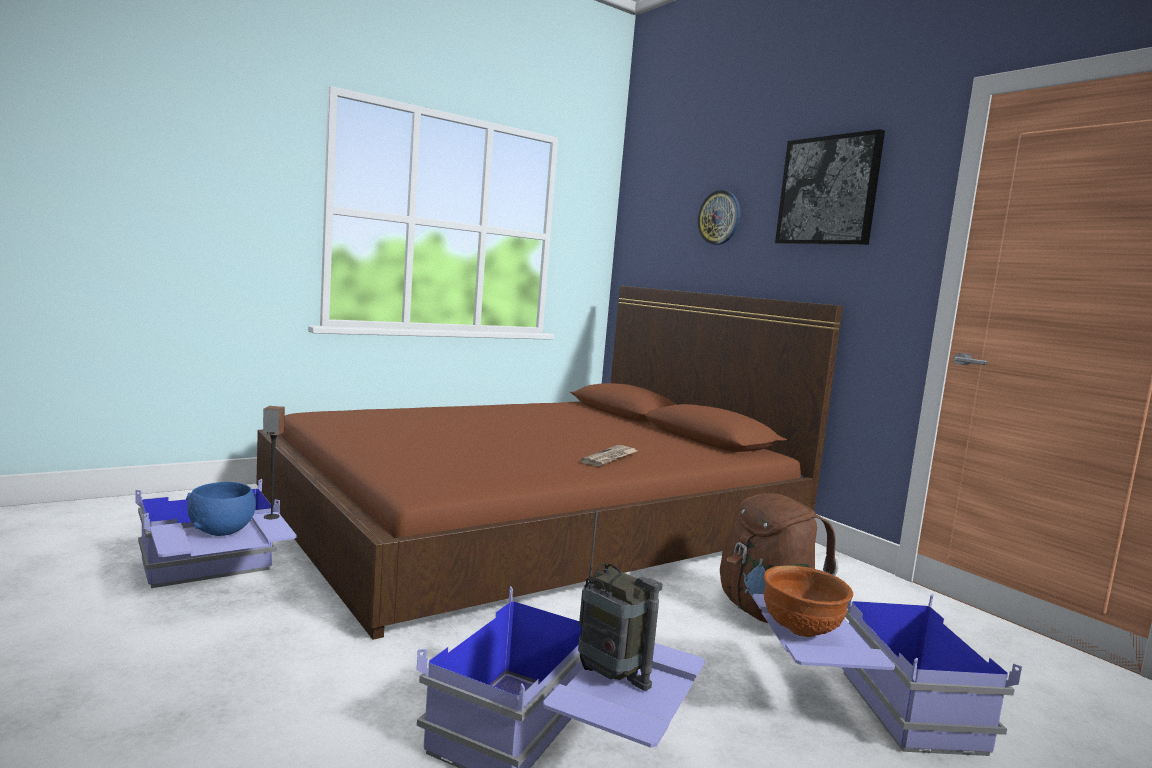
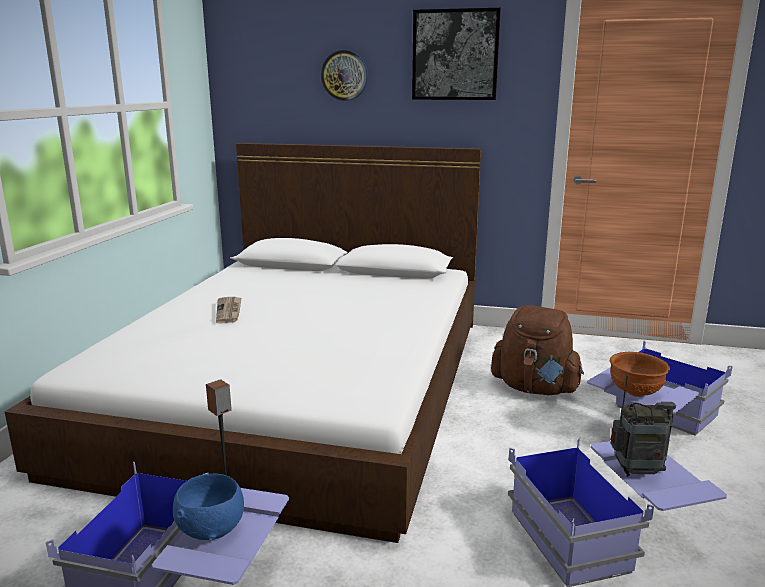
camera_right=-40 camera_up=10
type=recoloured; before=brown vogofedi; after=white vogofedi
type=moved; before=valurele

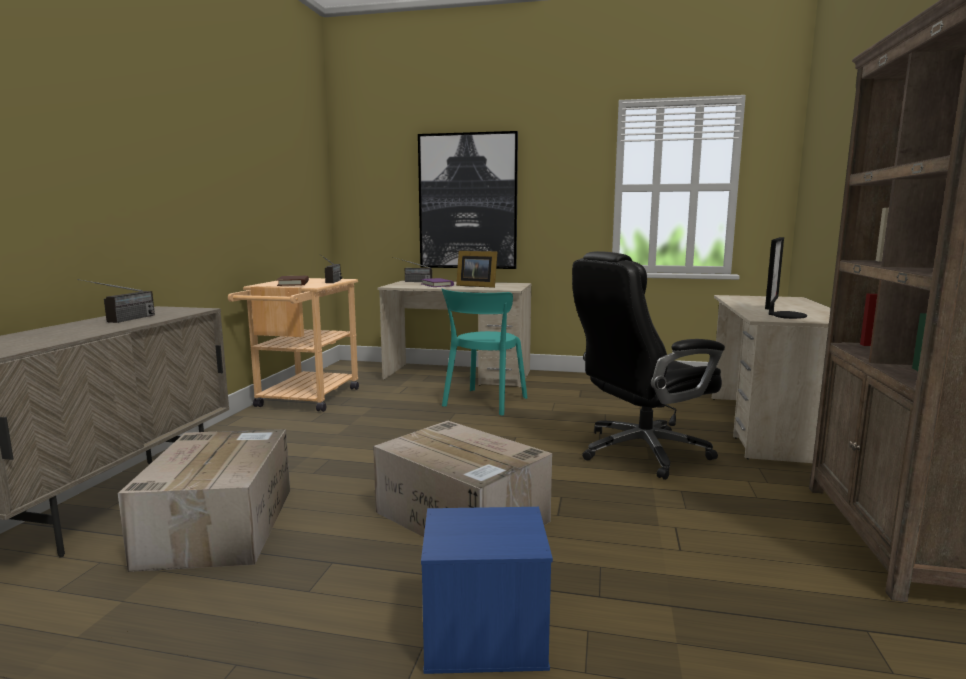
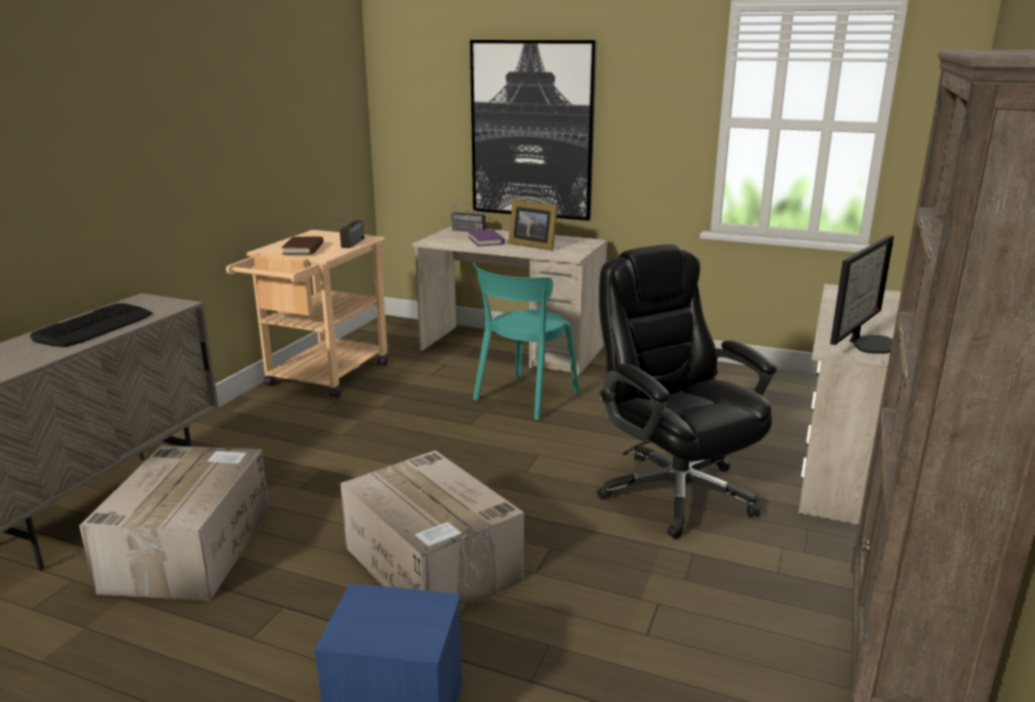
camera_right=10 camera_up=10
type=replaced; before=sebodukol (1st from left); after=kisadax
type=turned; before=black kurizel; turn=75

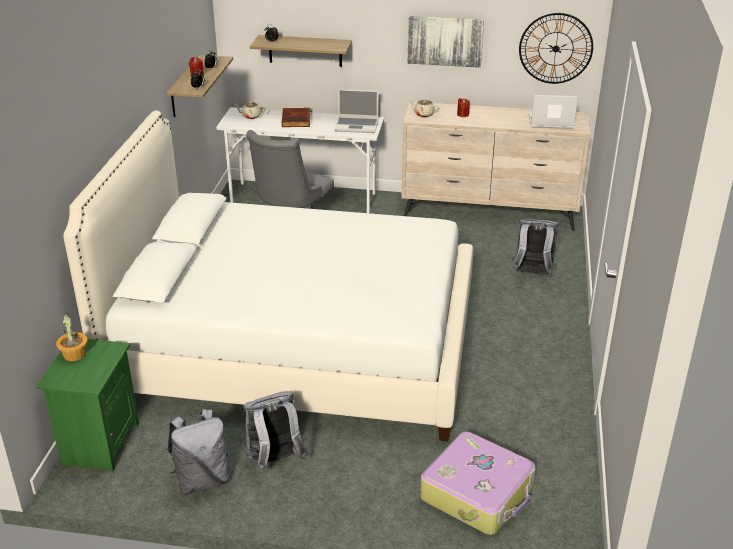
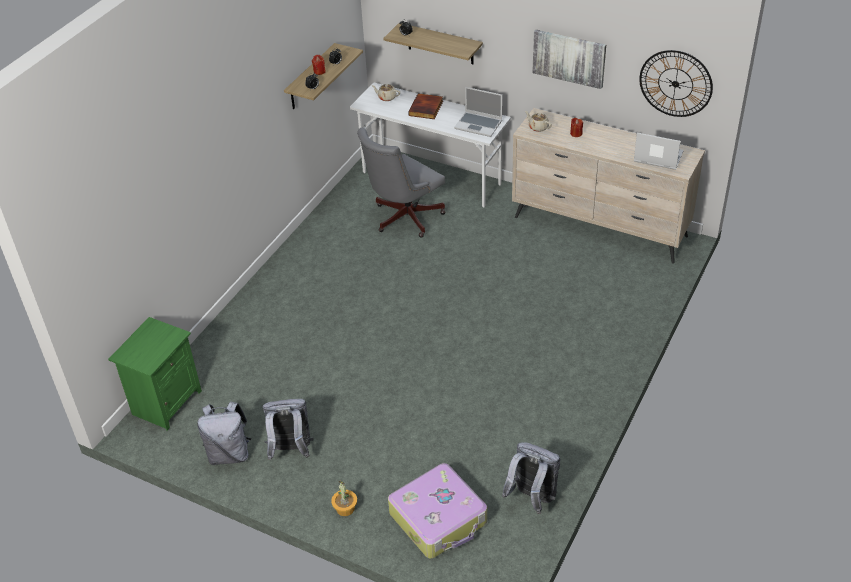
camera_right=20 camera_up=10
type=moved; before=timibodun
type=moved; before=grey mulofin (3rd from left)
type=removed; before=white vogofedi

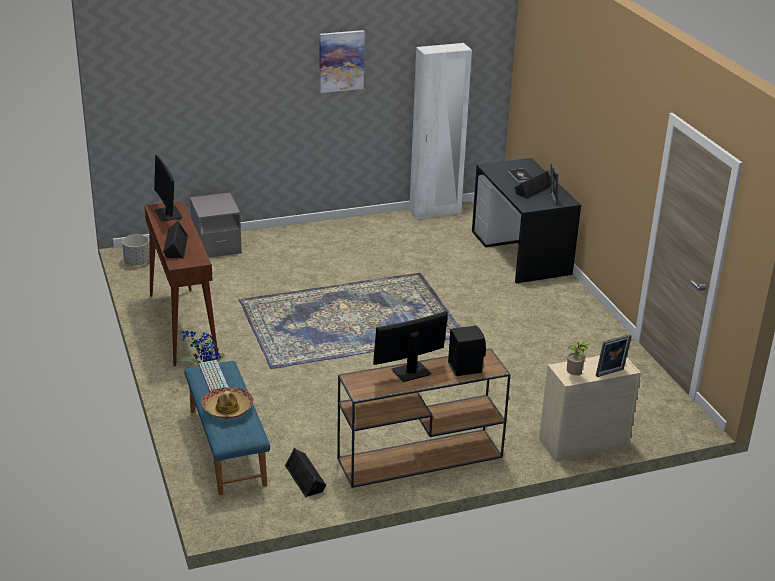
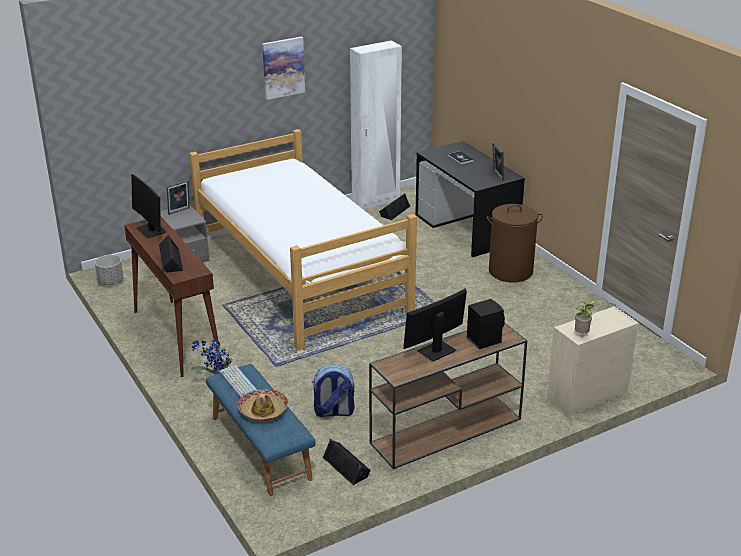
camera_right=-10 camera_up=0
type=moved; before=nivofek (2nd from left in the first image); after=nivofek (1st from left)
type=added; after=vogofedi
type=added; after=mulofin
type=moved; before=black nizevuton (4th from left in the first image); after=black nizevuton (3rd from left)
type=added; after=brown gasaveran

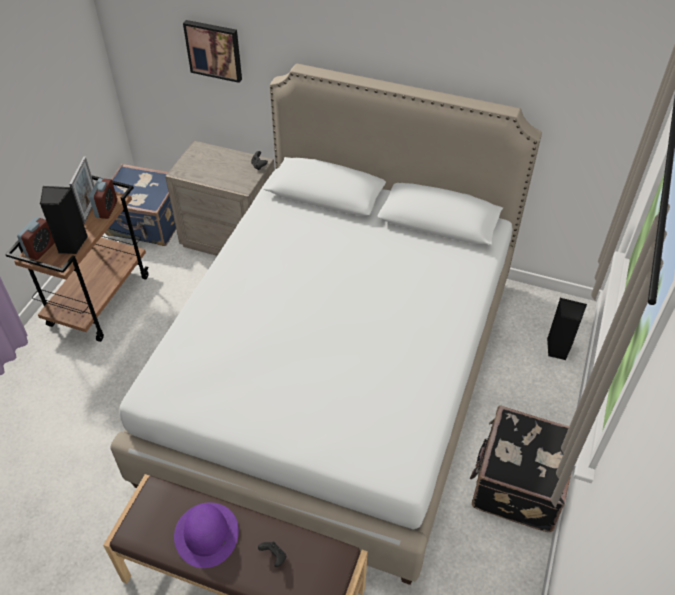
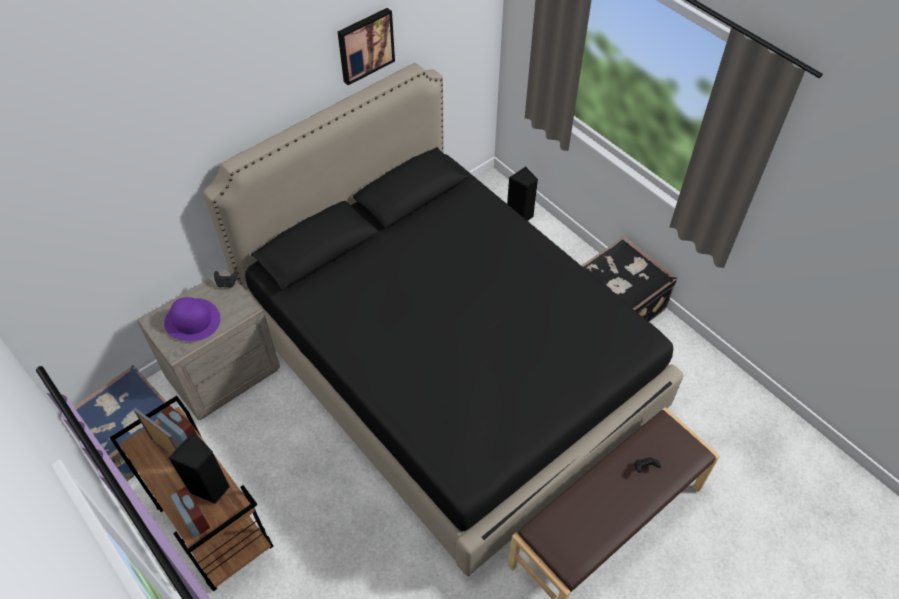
camera_right=-60 camera_up=5
type=moved; before=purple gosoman
type=recoloured; before=white vogofedi; after=black vogofedi
type=moved; before=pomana

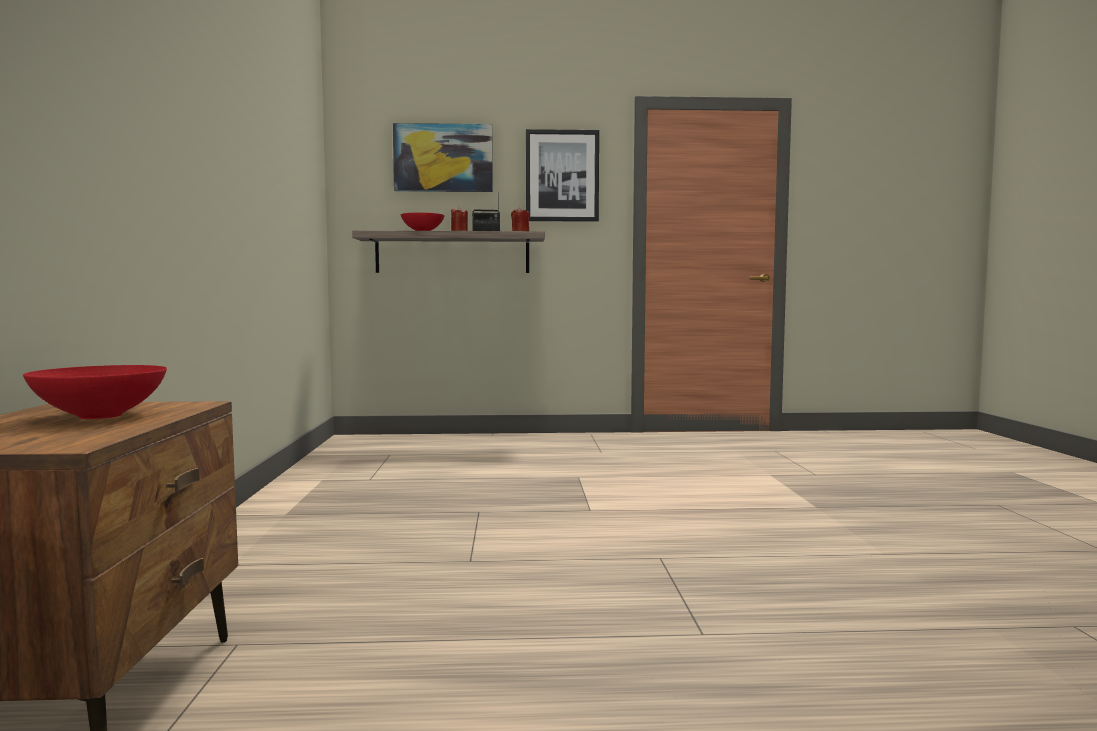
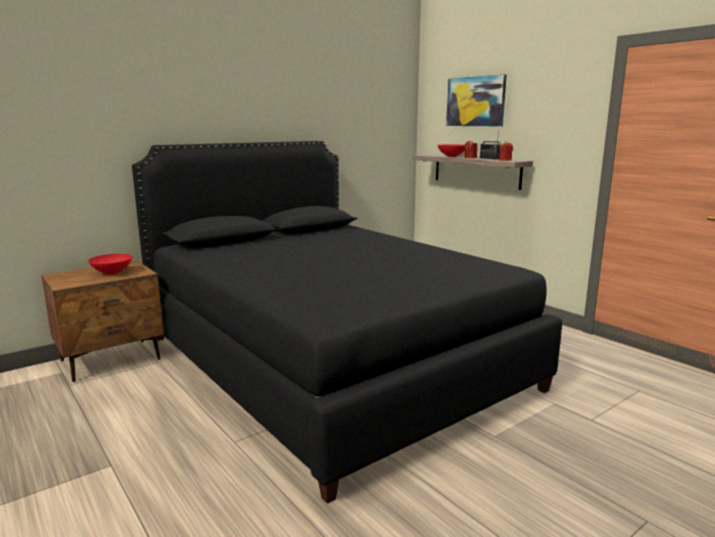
camera_right=55 camera_up=10
type=added; after=black vogofedi
type=removed; before=pomana (2nd from left)

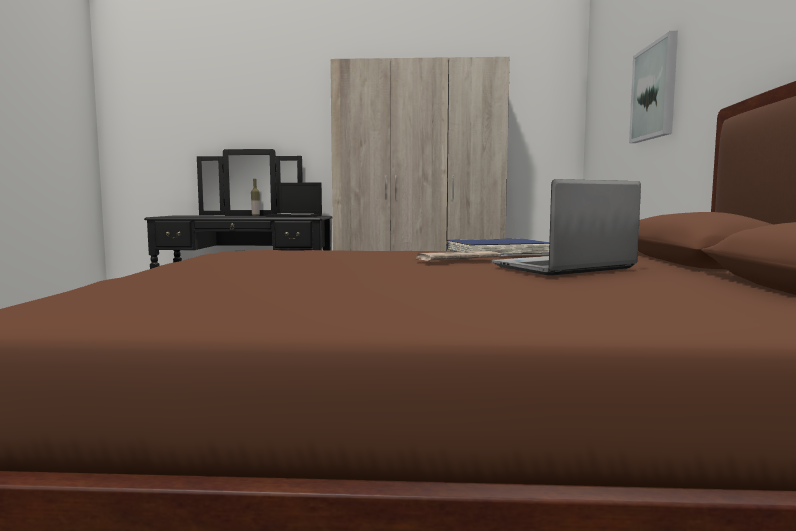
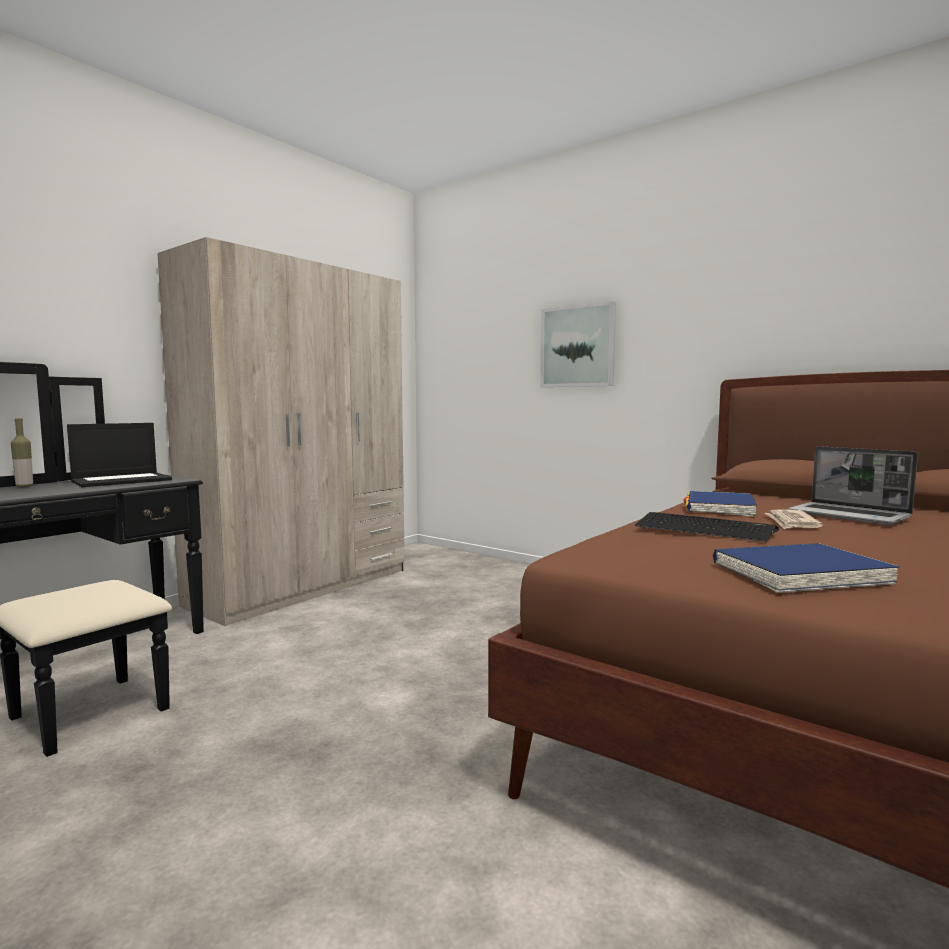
camera_right=-55 camera_up=0
type=added; after=kisadax
type=added; after=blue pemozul (2nd from left)
type=turned; before=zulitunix (2nd from left); turn=-45

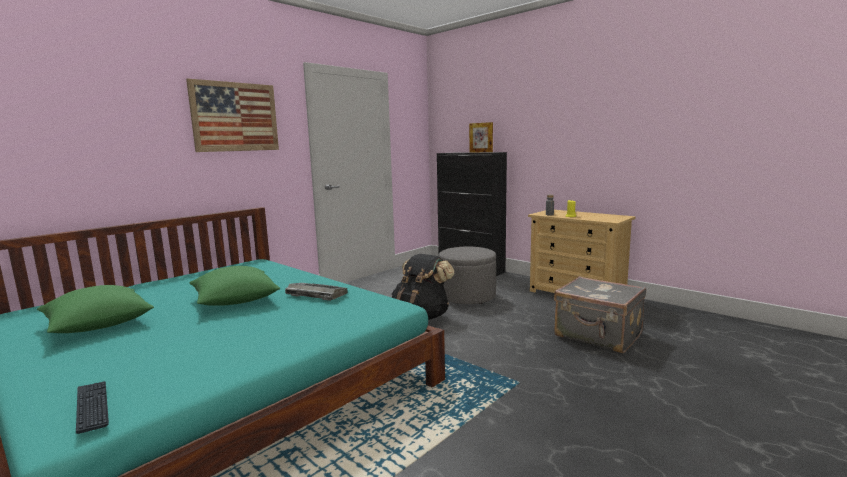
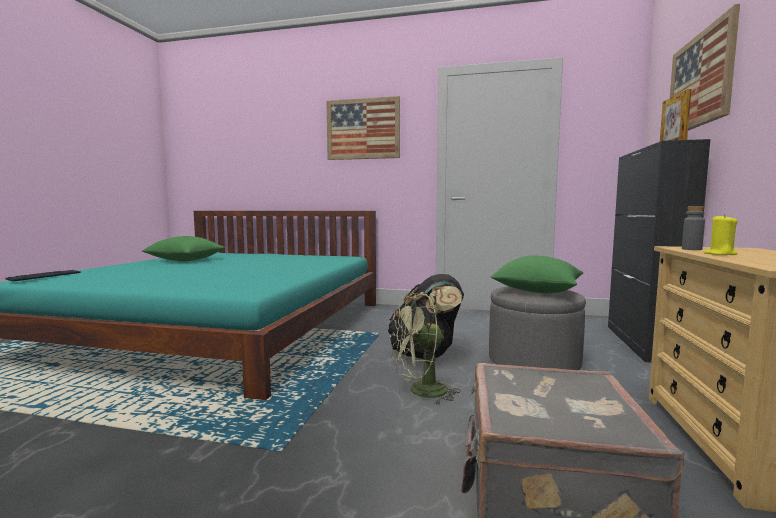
camera_right=60 camera_up=-5
type=added; after=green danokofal
type=moved; before=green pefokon (2nd from left)
type=added; after=pomana (2nd from left)
type=removed; before=kisadax (2nd from left)

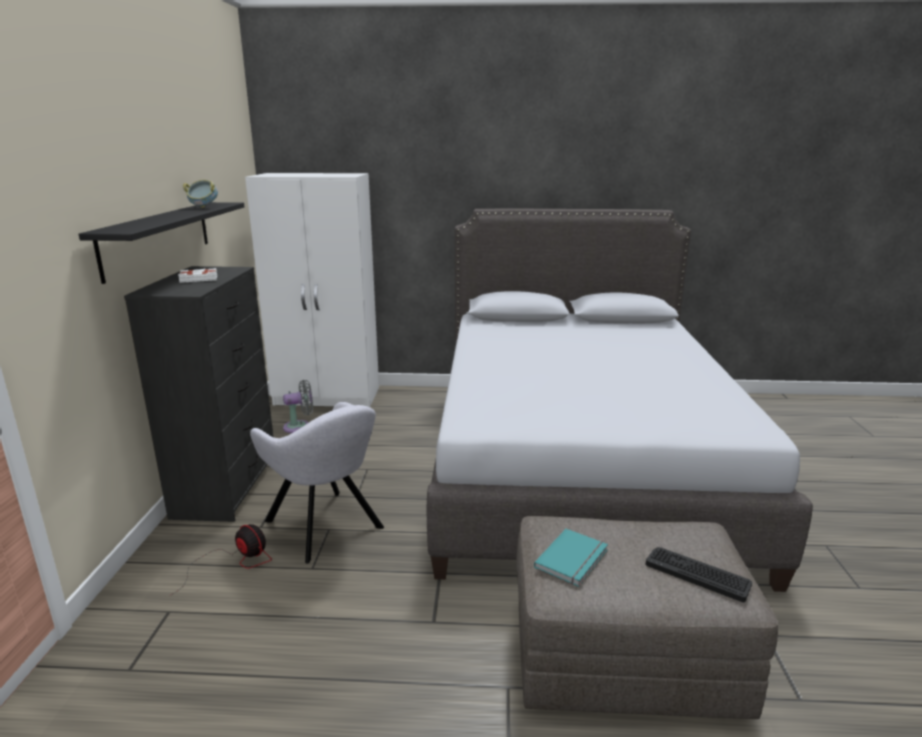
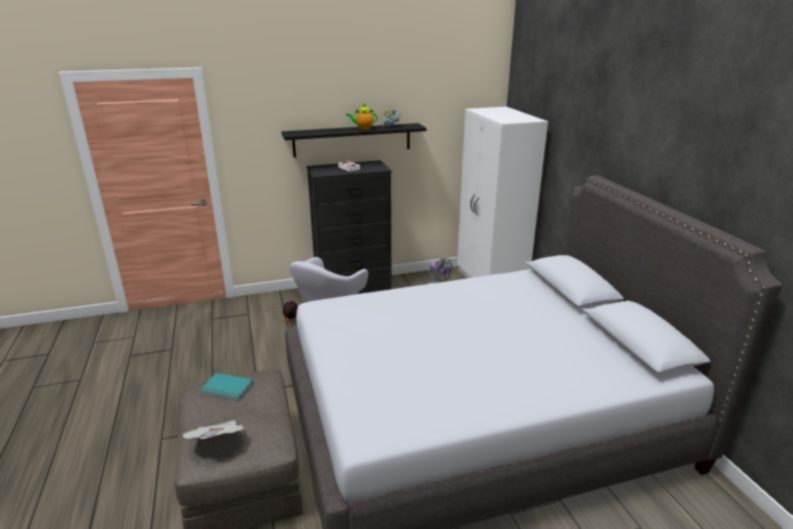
camera_right=70 camera_up=5
type=replaced; before=kisadax; after=valurele
type=added; after=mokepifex

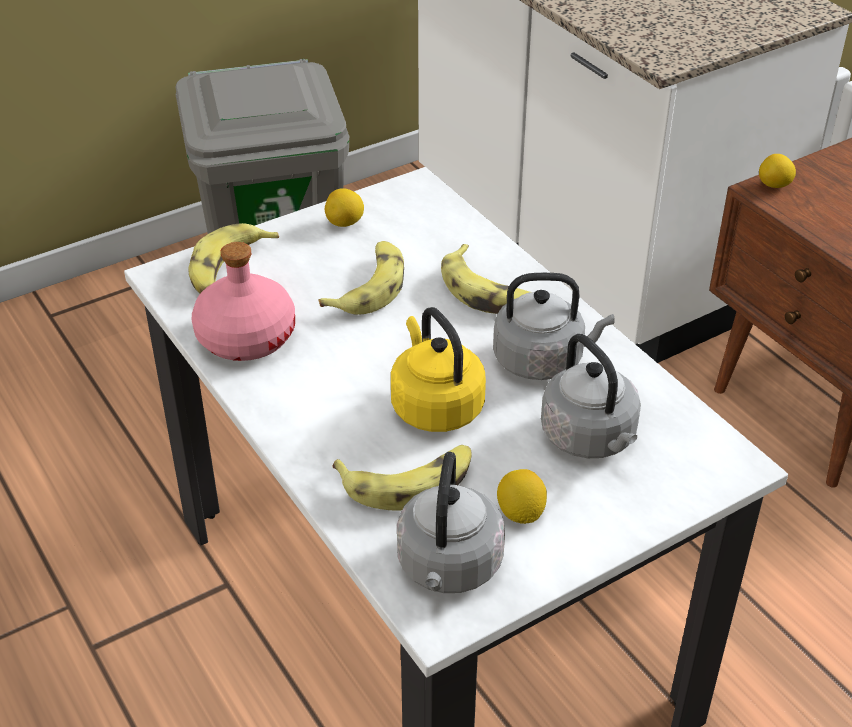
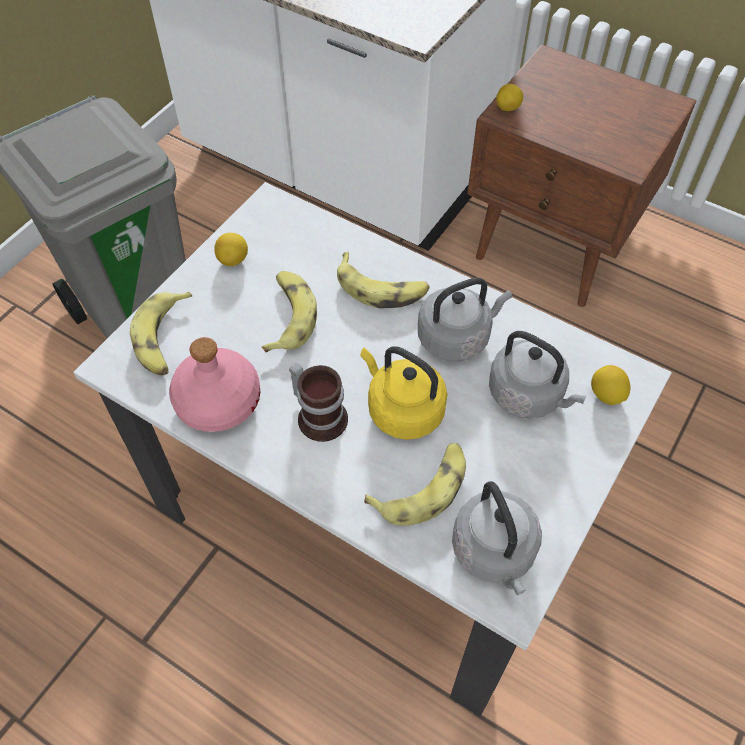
camera_right=-25 camera_up=15
type=added; after=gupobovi
type=moved; before=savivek (2nd from left in the first image); after=savivek (3rd from left)

